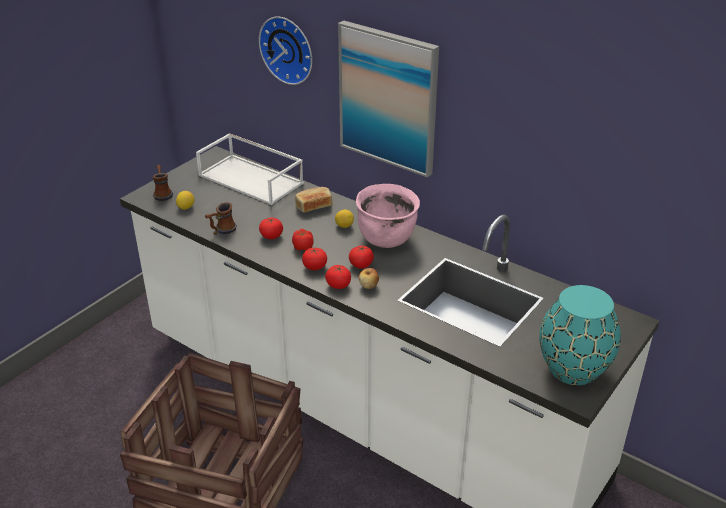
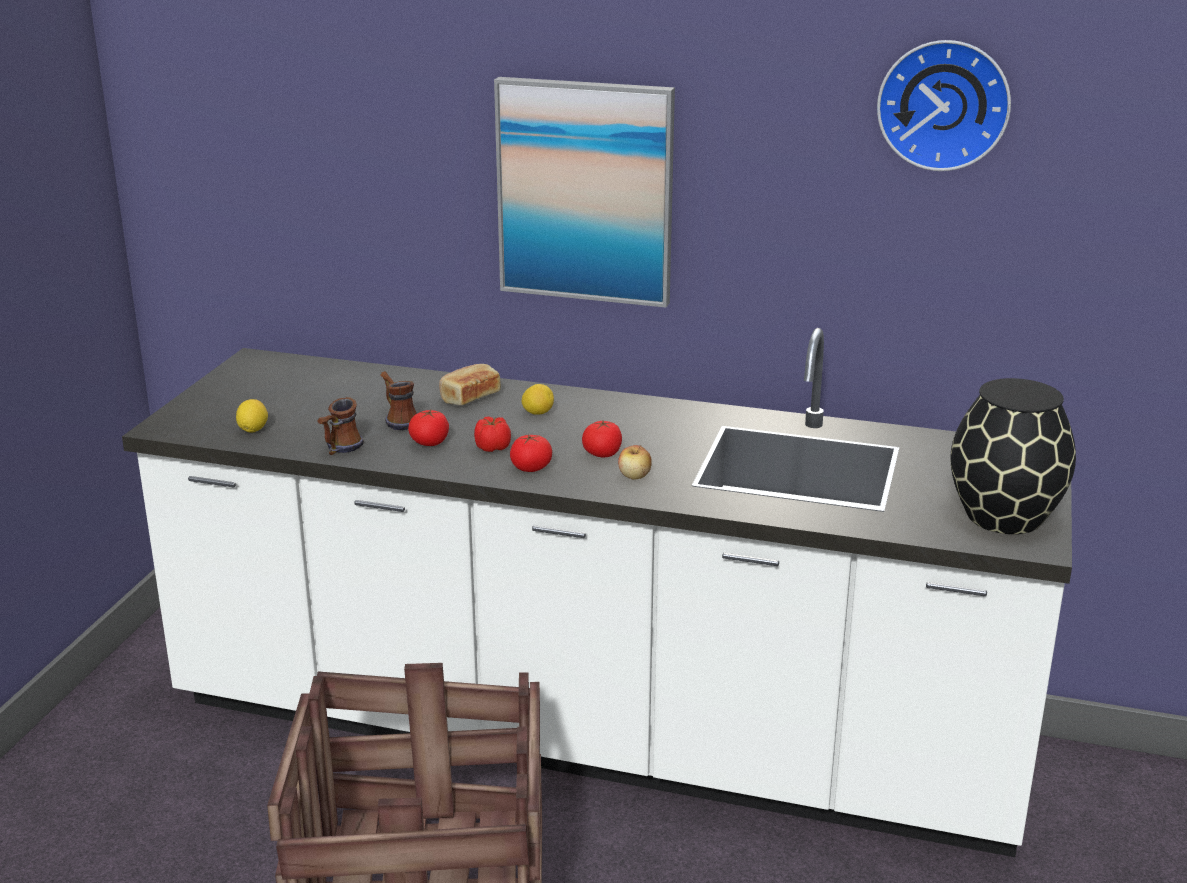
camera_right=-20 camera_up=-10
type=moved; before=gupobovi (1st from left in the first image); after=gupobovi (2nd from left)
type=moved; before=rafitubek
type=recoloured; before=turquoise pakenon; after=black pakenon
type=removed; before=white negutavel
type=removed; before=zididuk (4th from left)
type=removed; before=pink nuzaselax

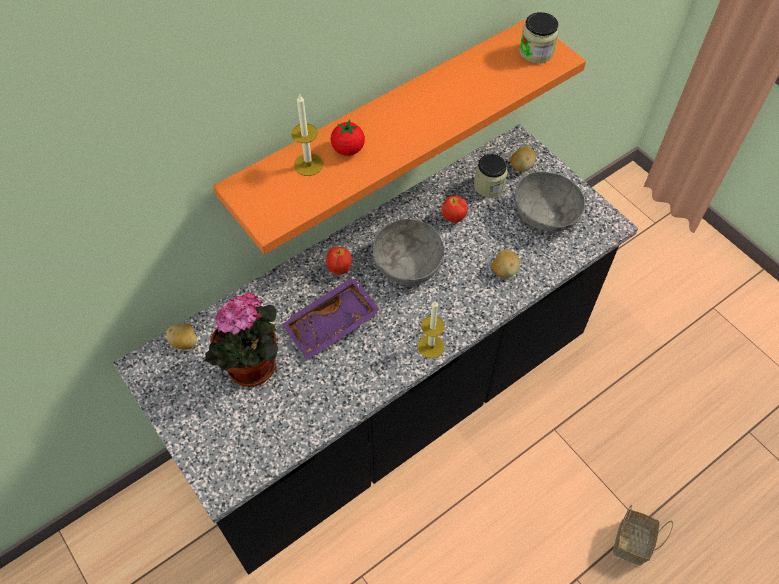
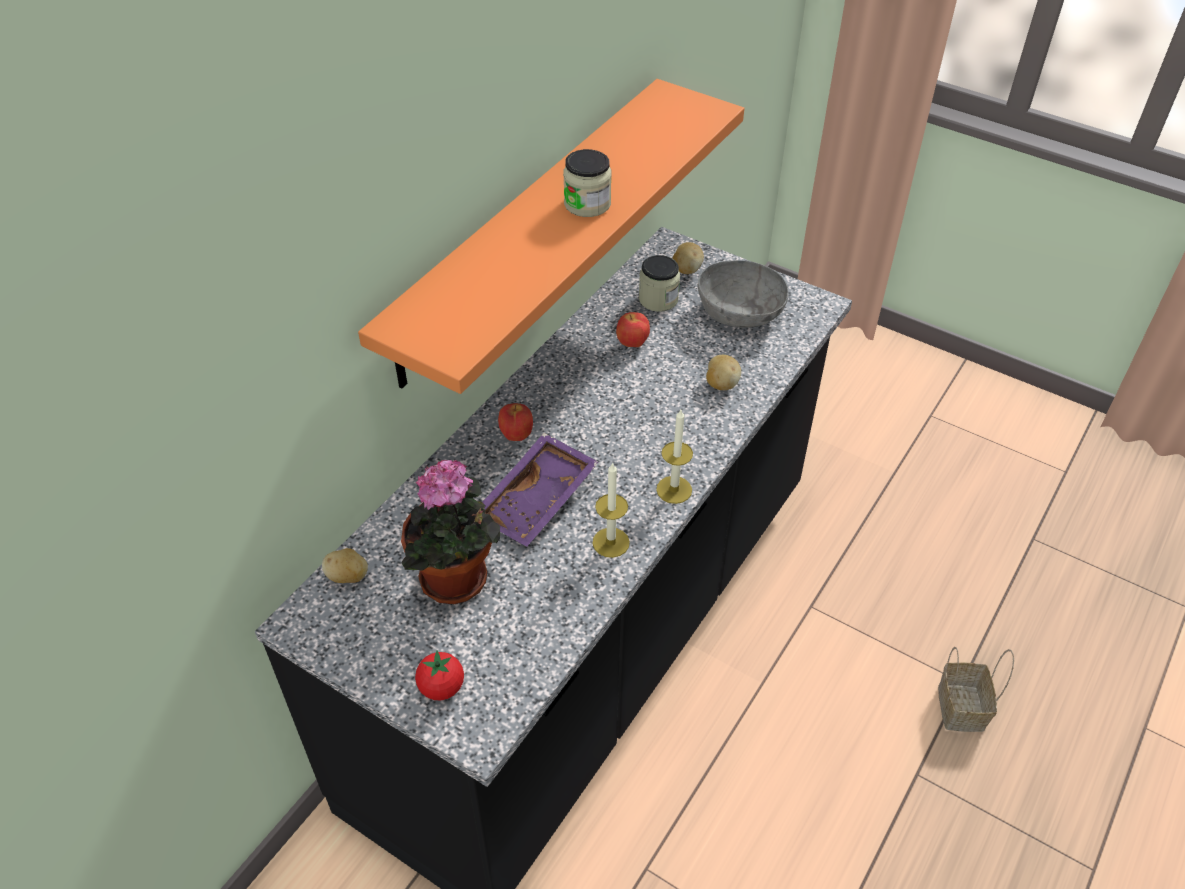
camera_right=-20 camera_up=-10
type=moved; before=zididuk
type=moved; before=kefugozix (2nd from left in the first image); after=kefugozix (1st from left)
type=moved; before=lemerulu (1st from left)
type=removed; before=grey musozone (1st from left)

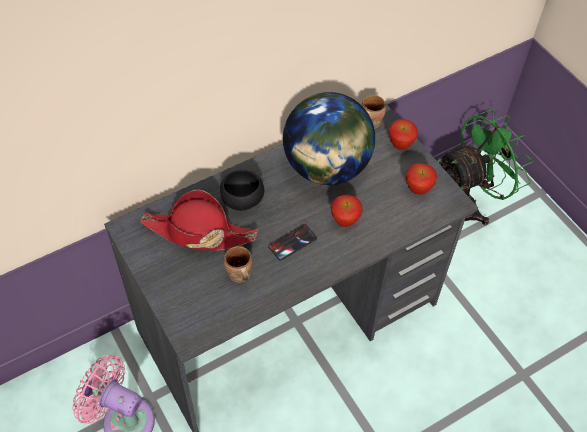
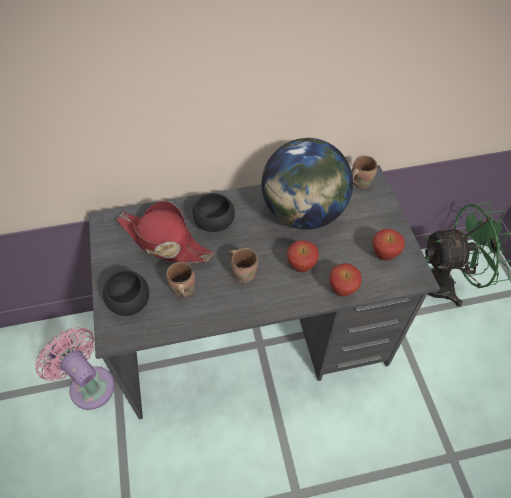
camera_right=20 camera_up=0
type=added; after=black musozone (1st from left)
type=replaced; before=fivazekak; after=brown gupobovi (2nd from left)
type=moved; before=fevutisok (2nd from left)

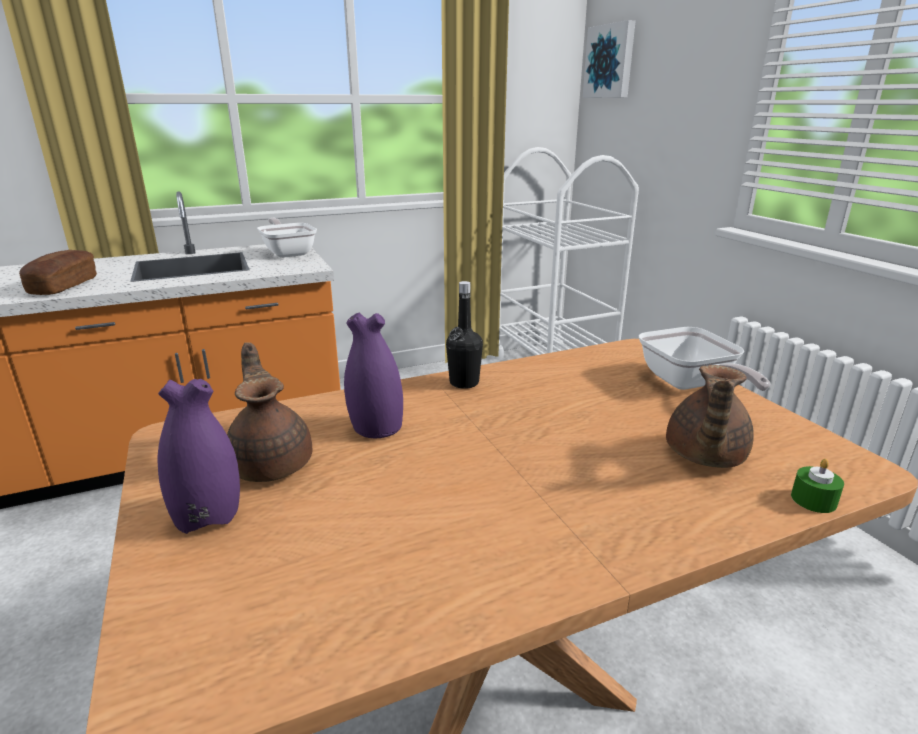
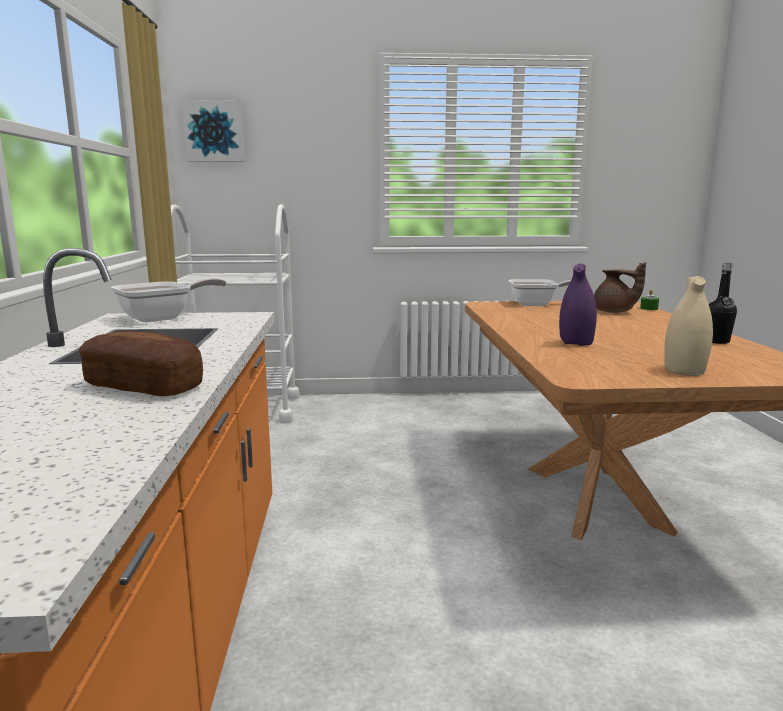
camera_right=-70 camera_up=-10
type=turned; before=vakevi (1st from left); turn=150
type=recoloured; before=purple pakenon (1st from left); after=beige pakenon
type=moved; before=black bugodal
type=removed; before=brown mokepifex (1st from left)

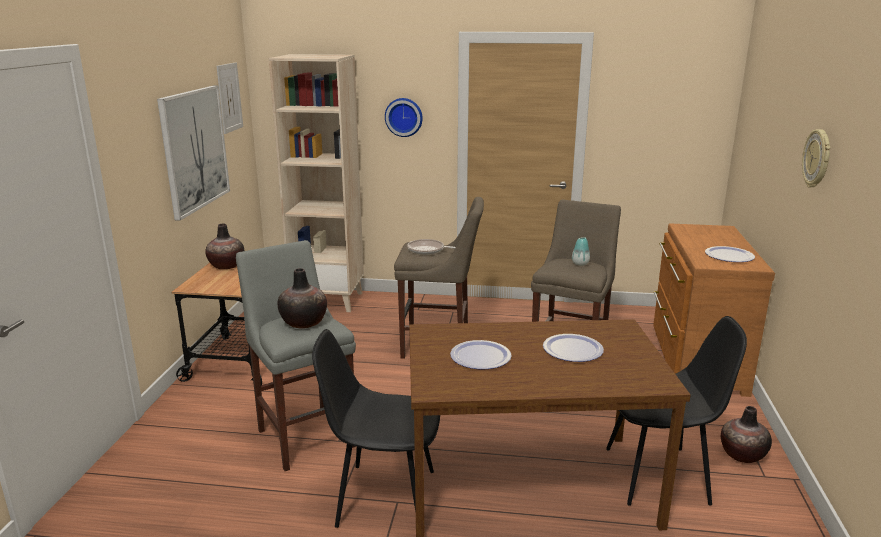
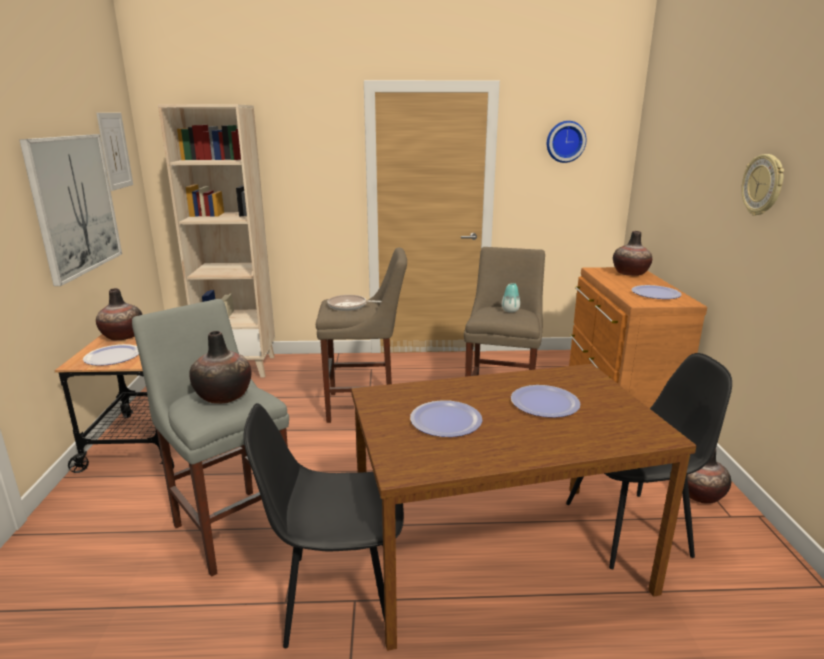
camera_right=-10 camera_up=0
type=added; after=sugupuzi (1st from left)
type=moved; before=rafitubek (1st from left)
type=added; after=pakenon (4th from left)

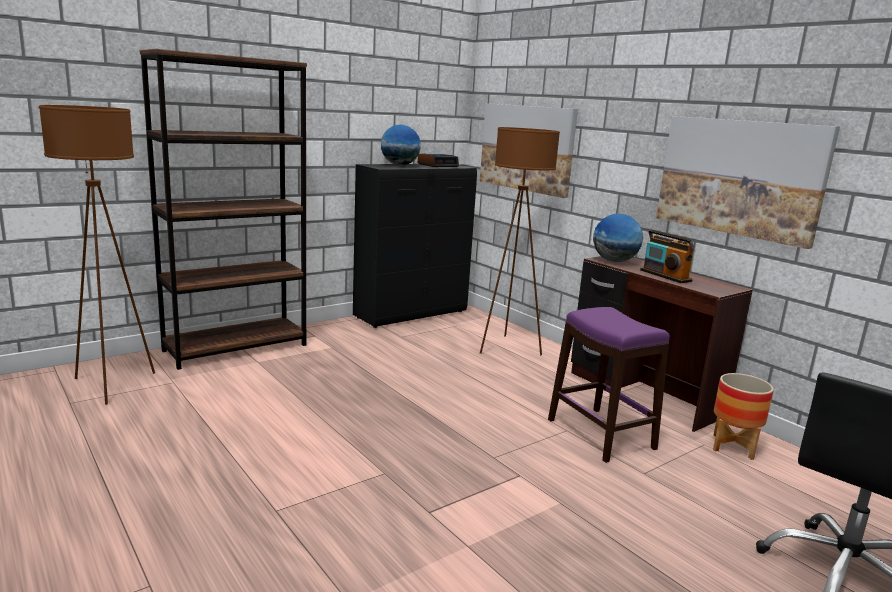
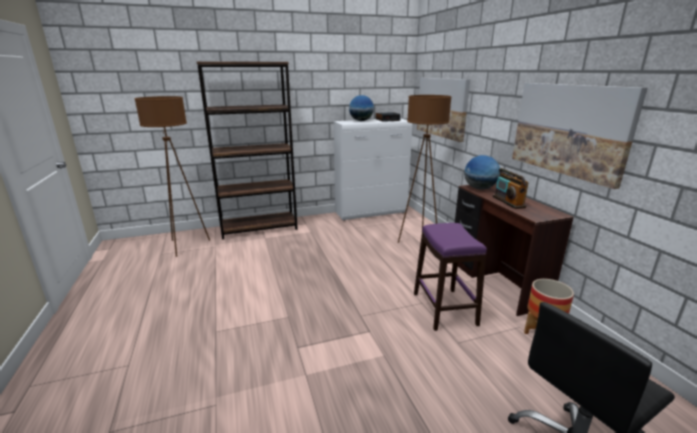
camera_right=20 camera_up=5
type=recoloured; before=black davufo; after=white davufo

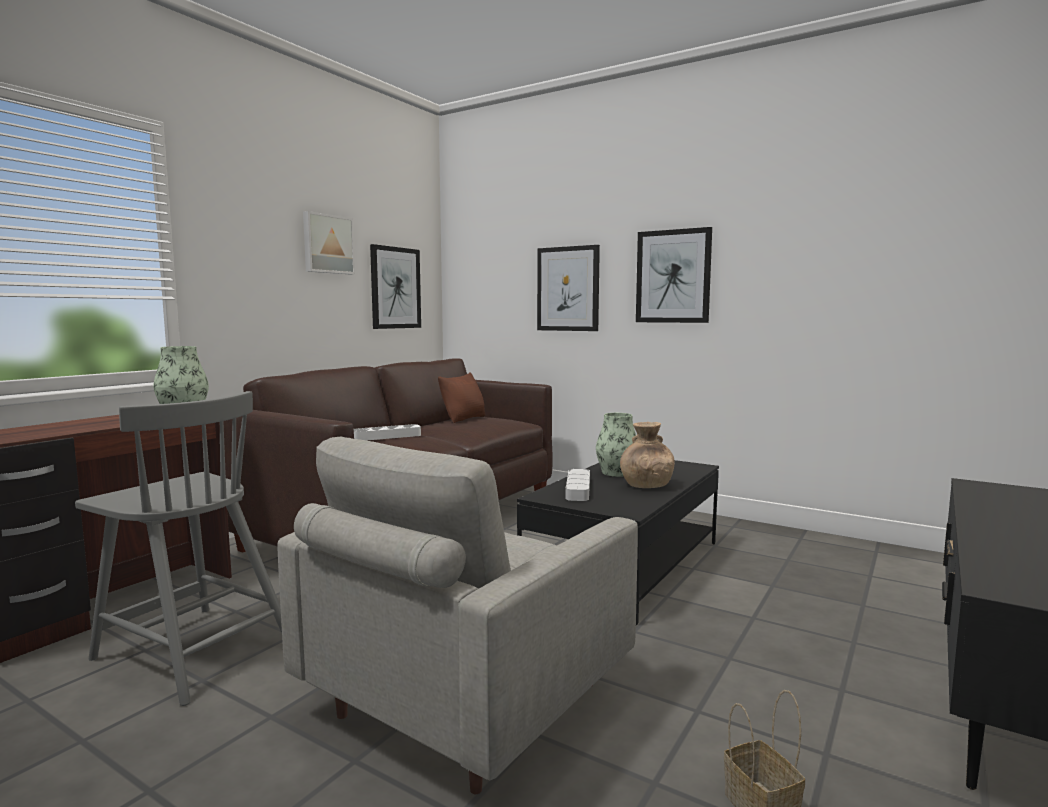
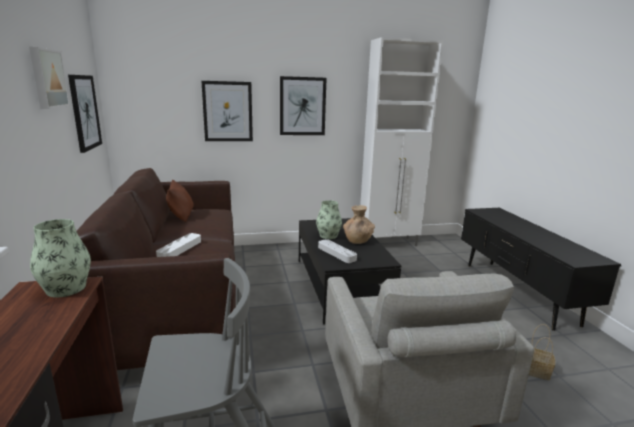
camera_right=-45 camera_up=10
type=added; after=white davufo

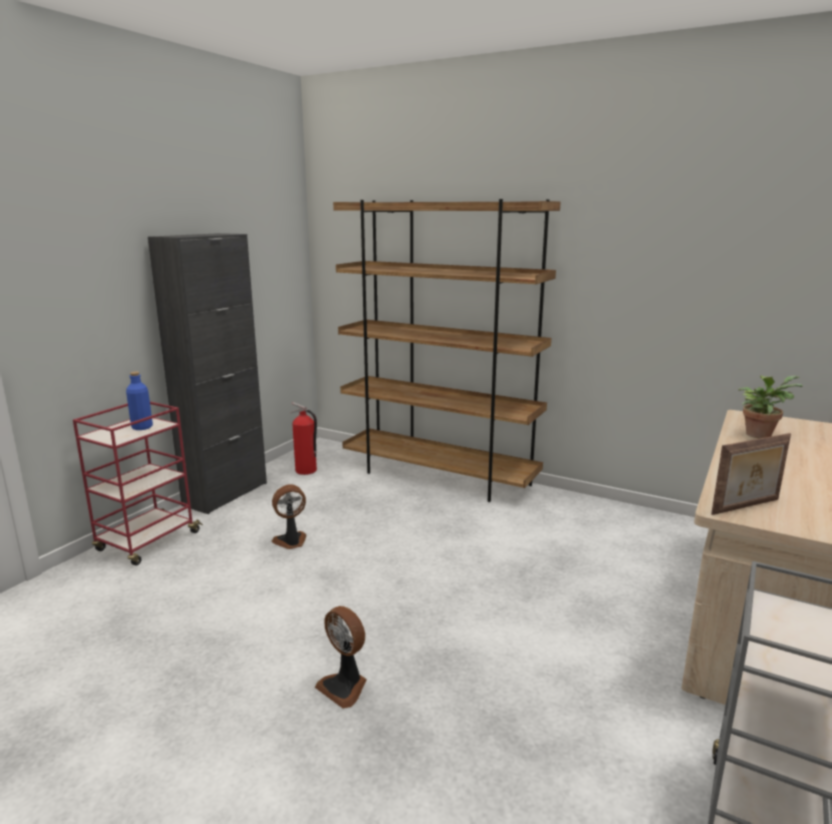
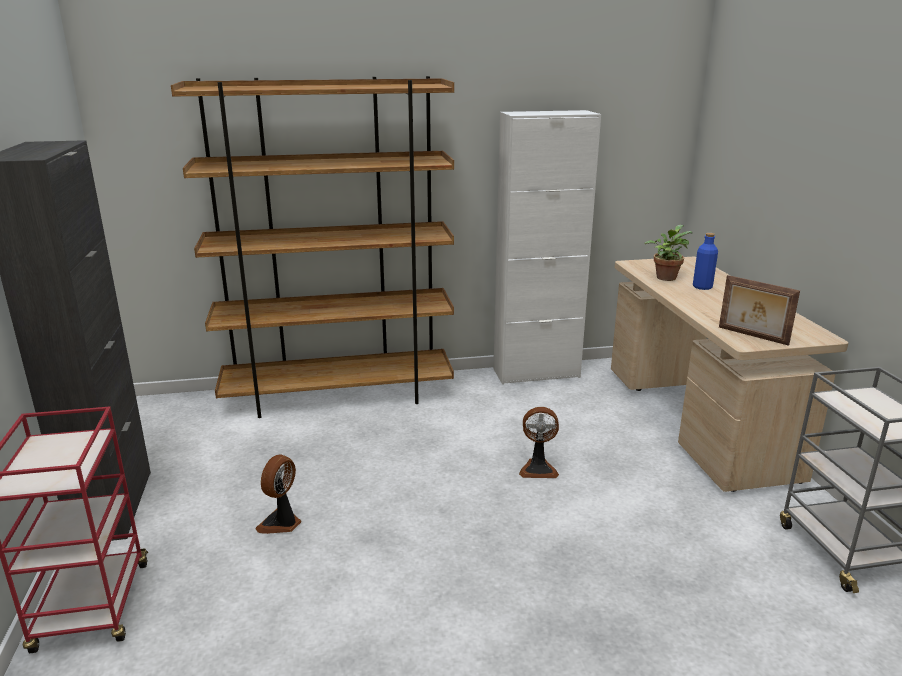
camera_right=-40 camera_up=5
type=added; after=white davufo
type=moved; before=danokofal (2nd from left)
type=moved; before=blue bugodal
type=turned; before=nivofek; turn=105
type=removed; before=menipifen

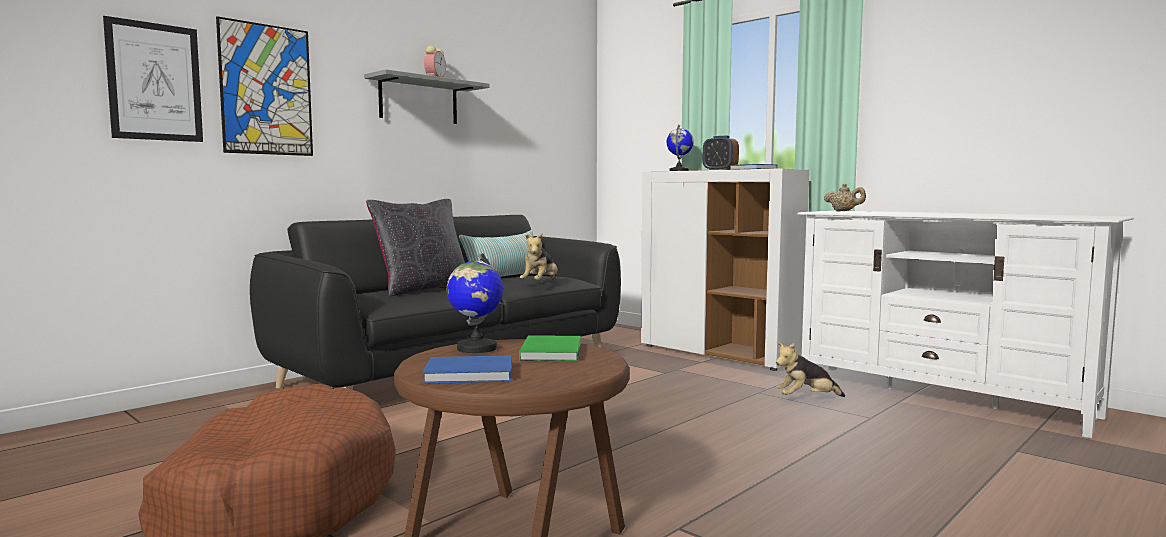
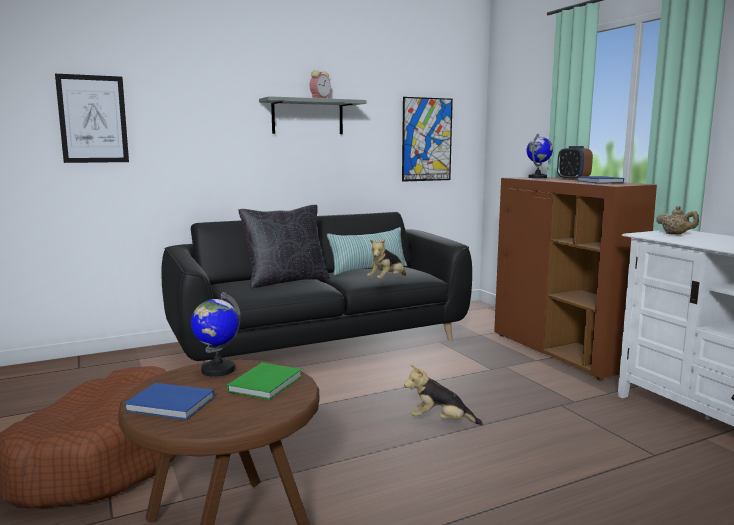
camera_right=20 camera_up=5
type=moved; before=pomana (2nd from left)
type=moved; before=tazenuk (2nd from left)
type=recoloured; before=white davufo; after=brown davufo

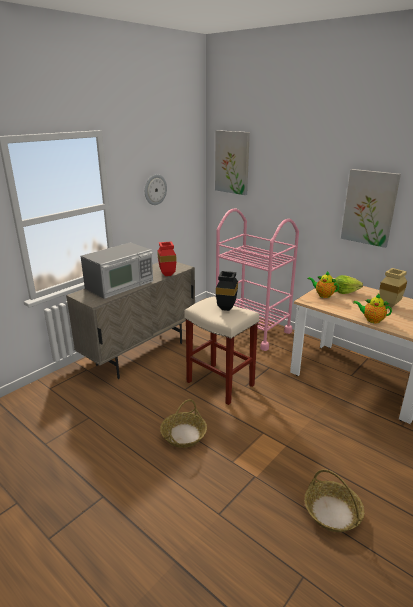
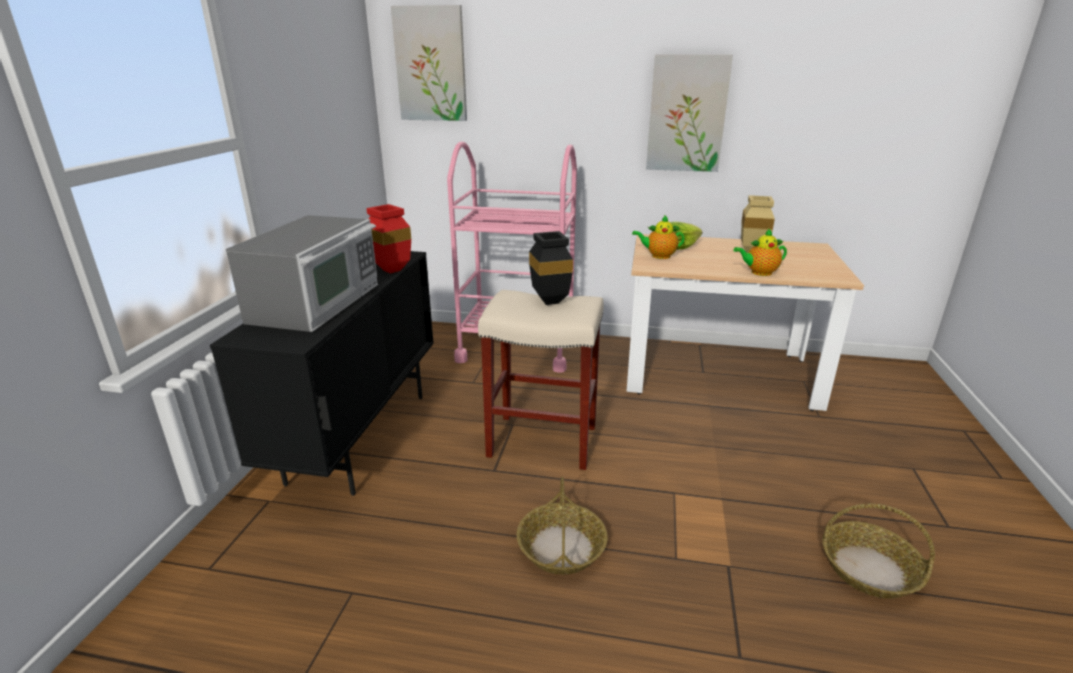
camera_right=-30 camera_up=0
type=recoloured; before=beige davufo; after=black davufo
type=removed; before=rafitubek

